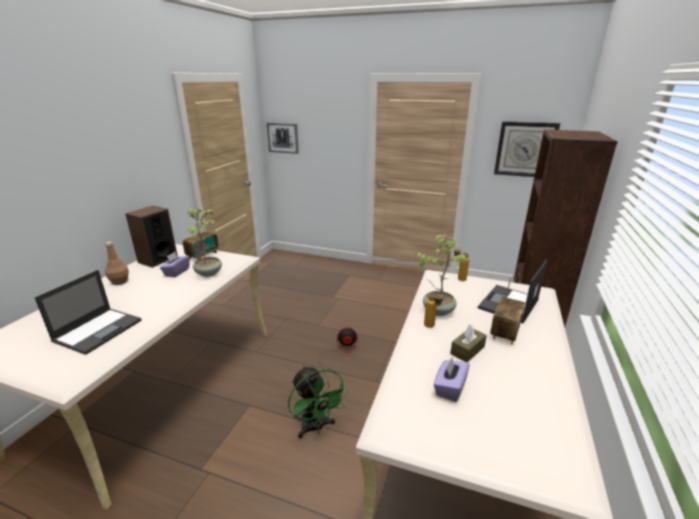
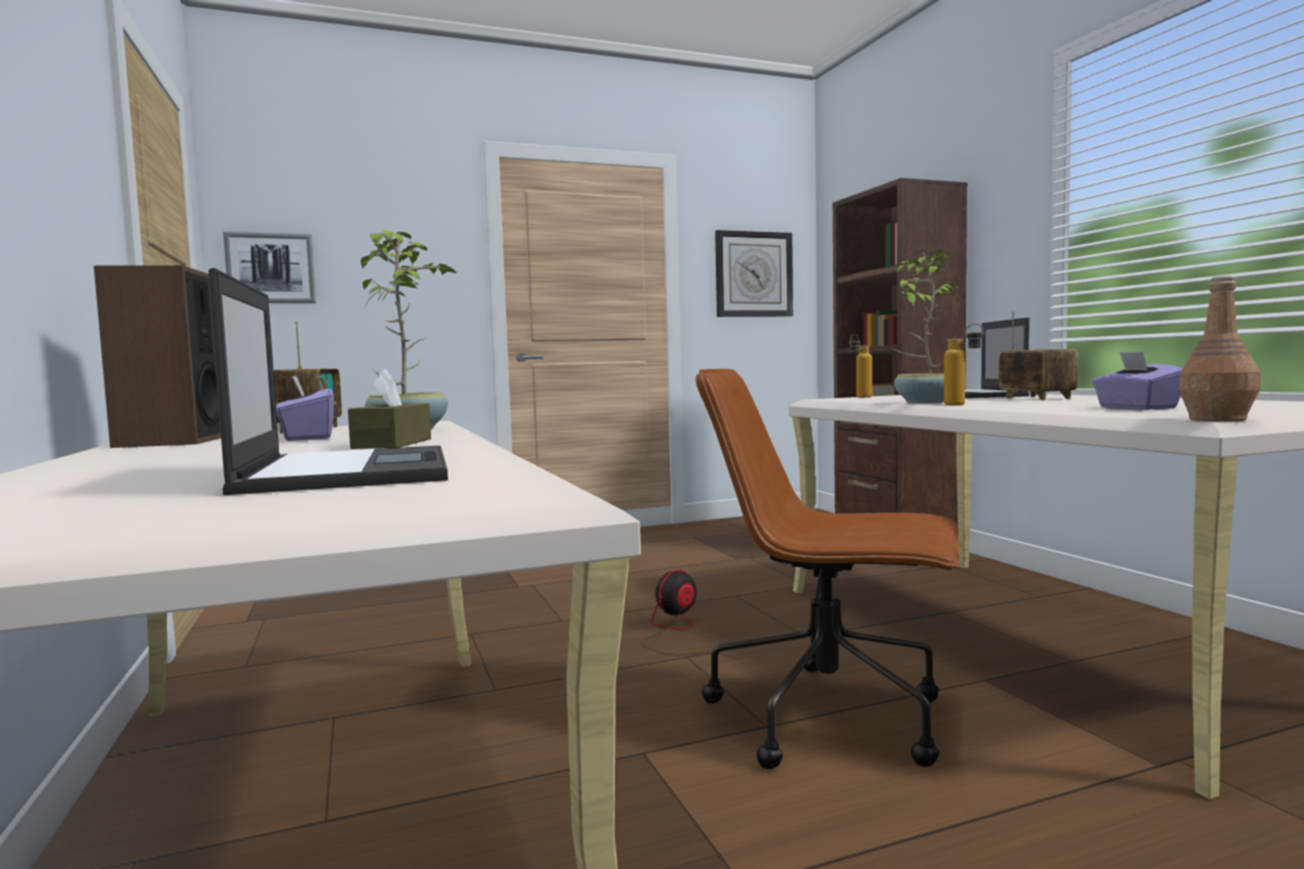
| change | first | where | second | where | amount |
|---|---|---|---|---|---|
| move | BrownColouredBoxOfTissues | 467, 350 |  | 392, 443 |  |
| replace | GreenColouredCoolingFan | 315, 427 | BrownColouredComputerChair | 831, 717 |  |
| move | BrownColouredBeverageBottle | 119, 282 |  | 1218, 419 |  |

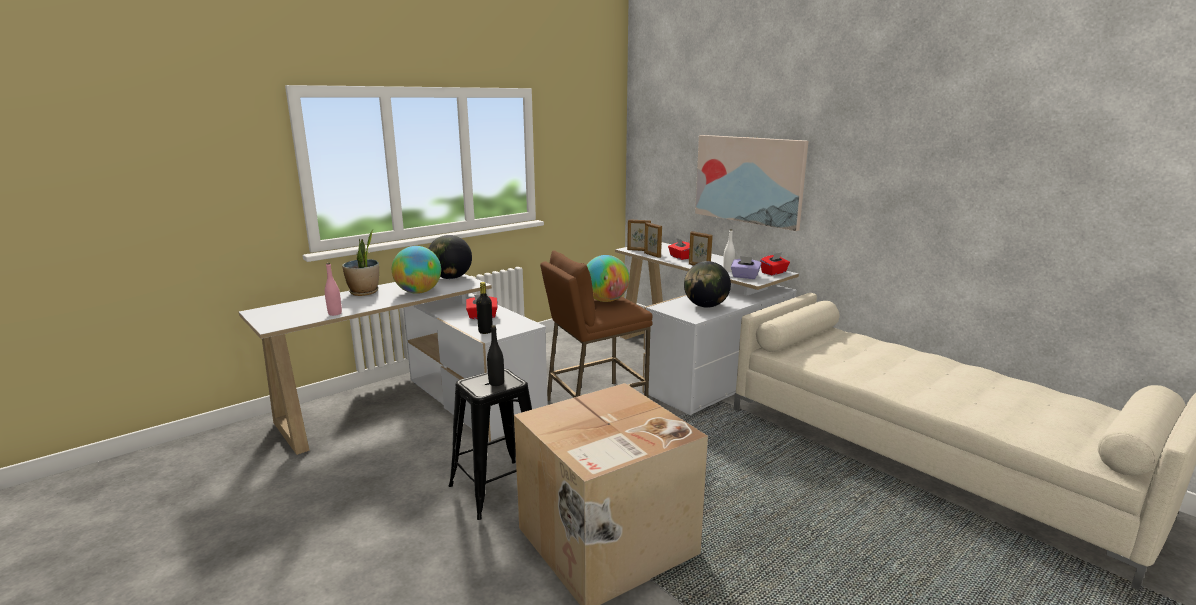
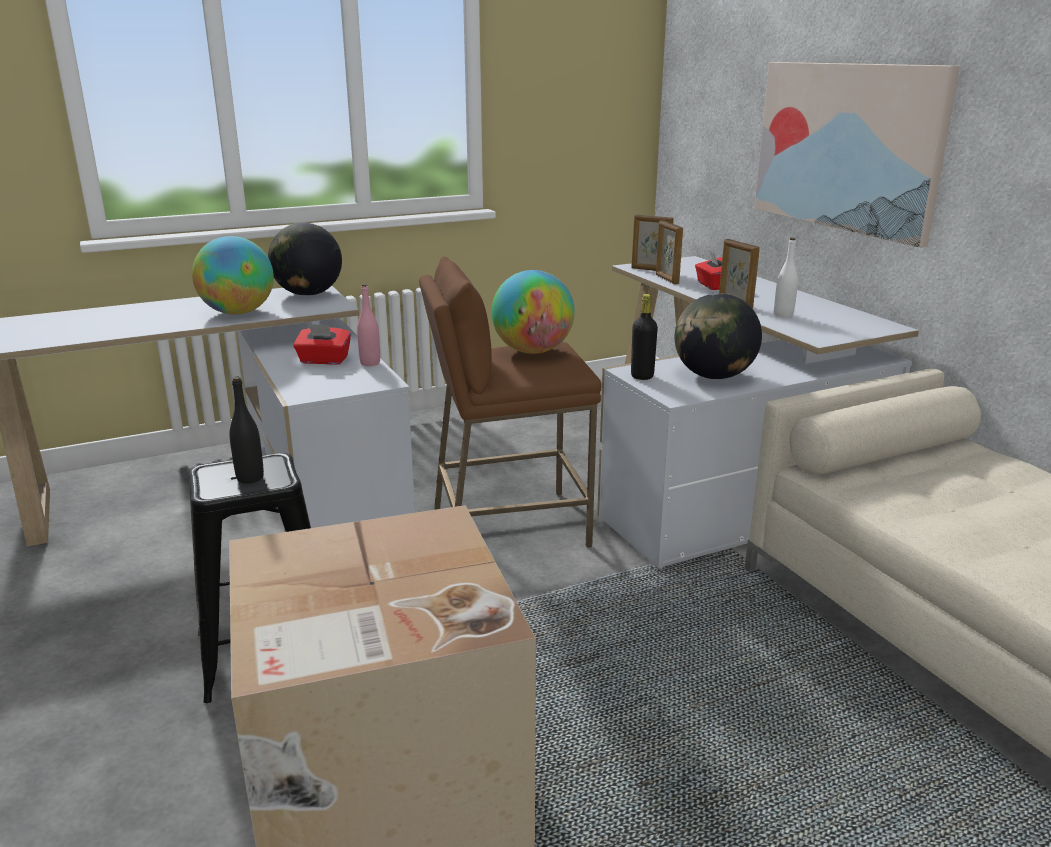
| change | first | where | second | where | amount |
|---|---|---|---|---|---|
| move | PinkBeverageBottle | 335, 313 |  | 370, 363 |  |
| move | BlackBeverageBottle | 485, 331 |  | 642, 376 |  |
| delete | PottedPlant | 364, 292 |  |  |  |
| delete | PurpleBoxOfTissues | 745, 276 |  |  |  |
| delete | ReddishBoxOfTissues | 774, 272 |  |  |  |

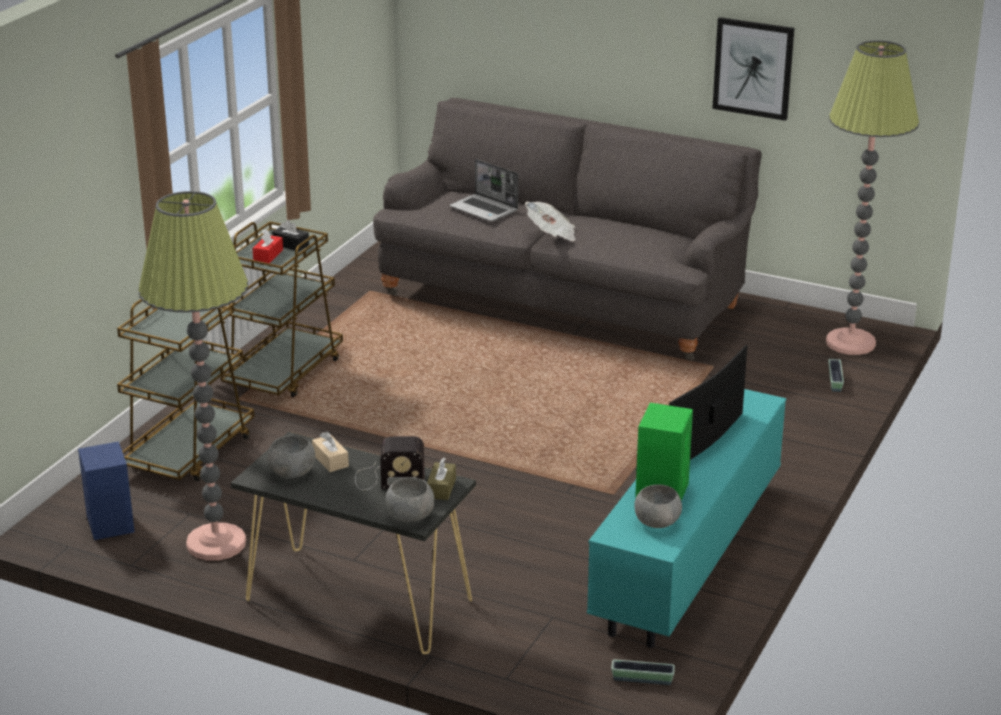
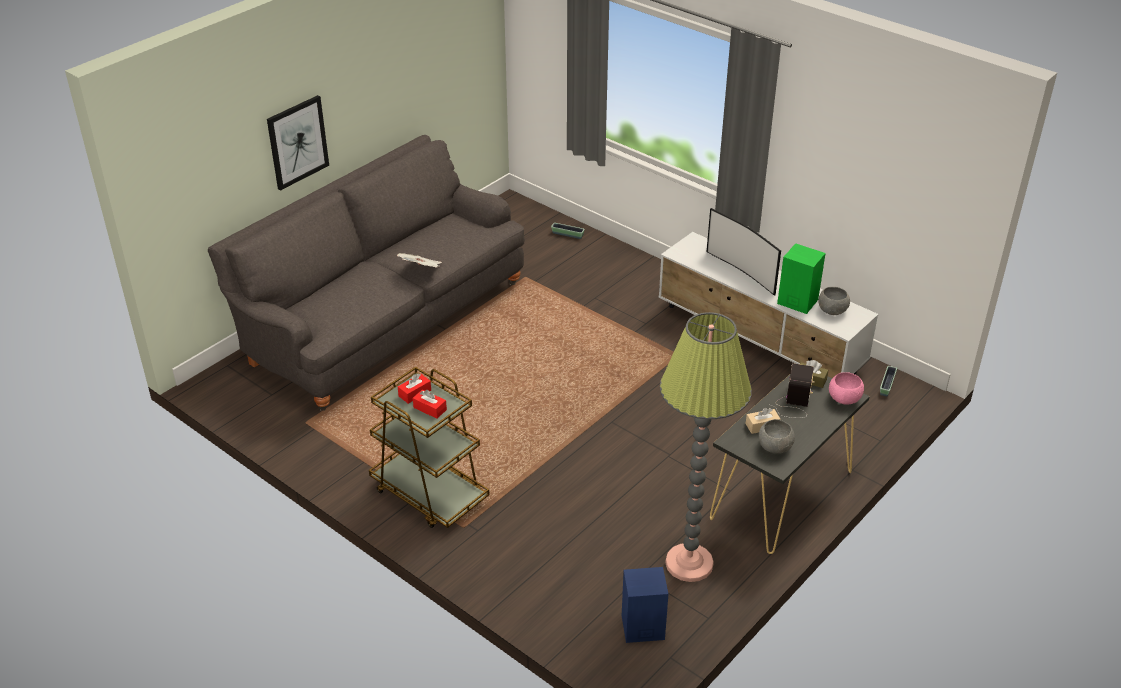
| change | first | where | second | where | amount |
|---|---|---|---|---|---|
| move | WallPicture | 753, 68 |  | 297, 142 |  |
| recolor | BlackBoxOfTissues | 291, 245 | ReddishBoxOfTissues | 415, 393 |  |
| recolor | TurquoiseMediaConsole | 686, 556 | WhiteMediaConsole | 759, 340 |  |
| recolor | GreyBowl | 410, 515 | PinkBowl | 844, 398 |  |
| delete | BrownColouredWheeledCart | 189, 452 |  |  |  |
| delete | NotebookComputer | 485, 209 |  |  |  |
| delete | StandingLamp | 850, 343 |  |  |  |

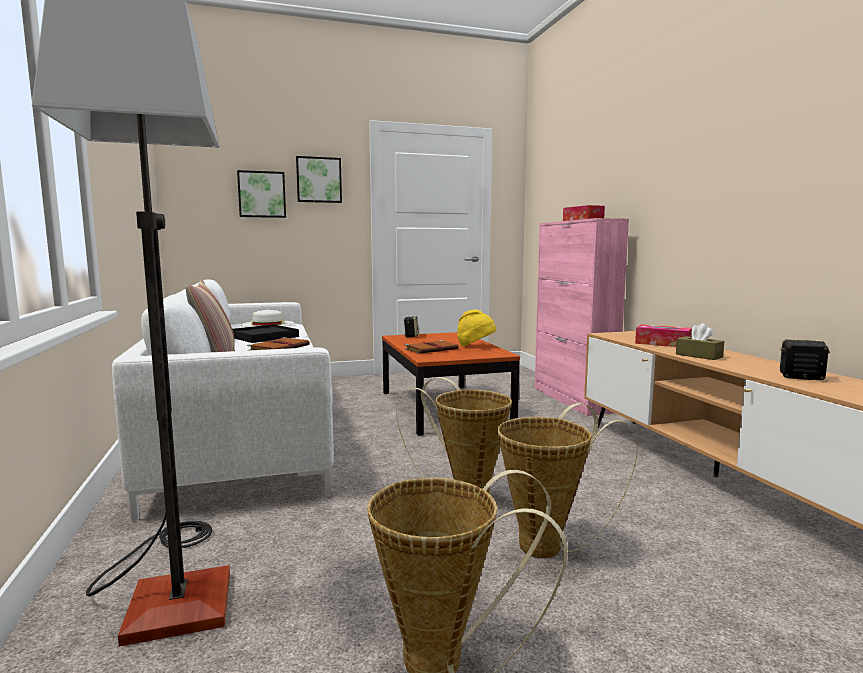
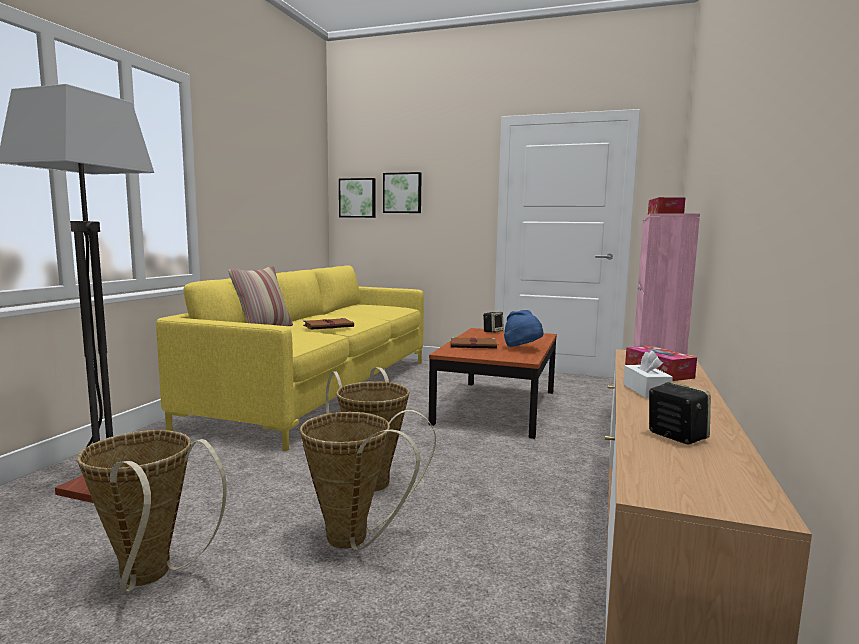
| change | first | where | second | where | amount |
|---|---|---|---|---|---|
| recolor | WhiteCouch | 246, 428 | YellowColouredCouch | 322, 390 |  |
| move | WallPicture | 319, 180 |  | 358, 198 |  |
| recolor | YellowColouredWearableHat | 475, 346 | BluishWearableHat | 522, 348 |  |
| recolor | BrownColouredBoxOfTissues | 699, 356 | WhiteBoxOfTissues | 646, 391 |  |
| delete | BlackCarryingTray | 263, 337 |  |  |  |
| delete | WhiteWearableHat | 267, 324 |  |  |  |

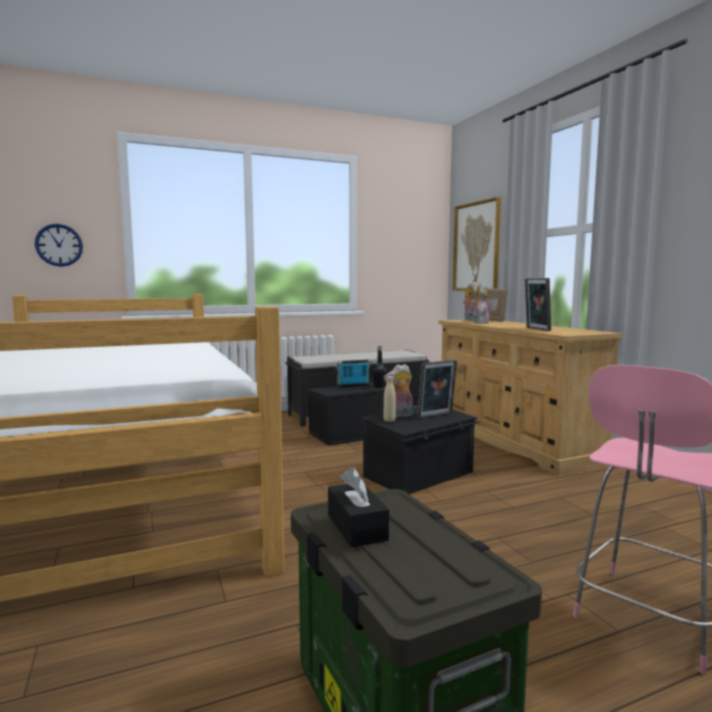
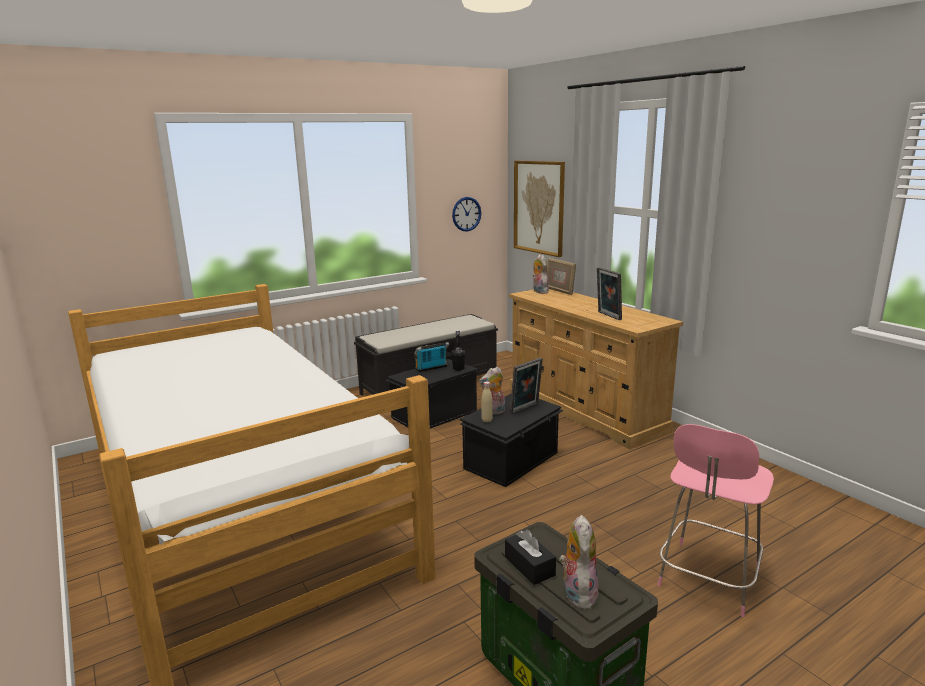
| change | first | where | second | where | amount |
|---|---|---|---|---|---|
| move | ClockOnTheWall | 59, 245 |  | 466, 214 |  |
| move | CuddlyToy | 479, 323 |  | 577, 592 |  |

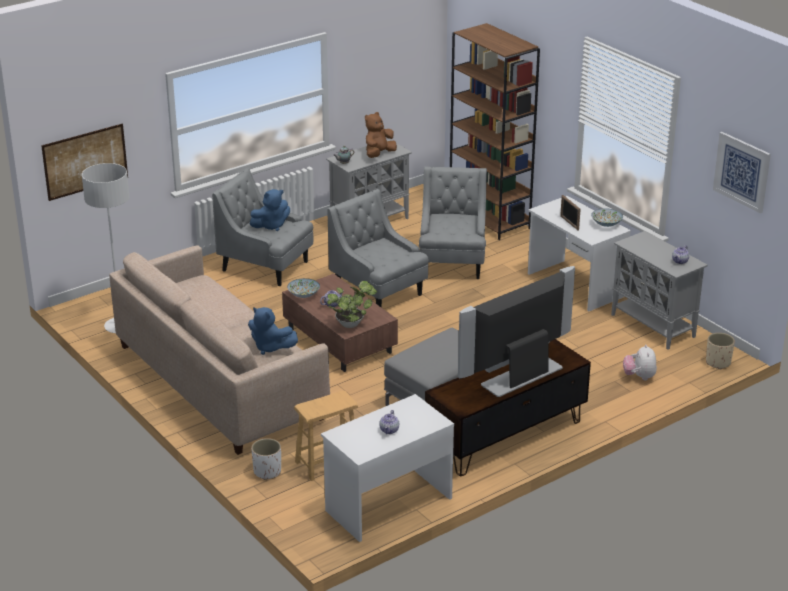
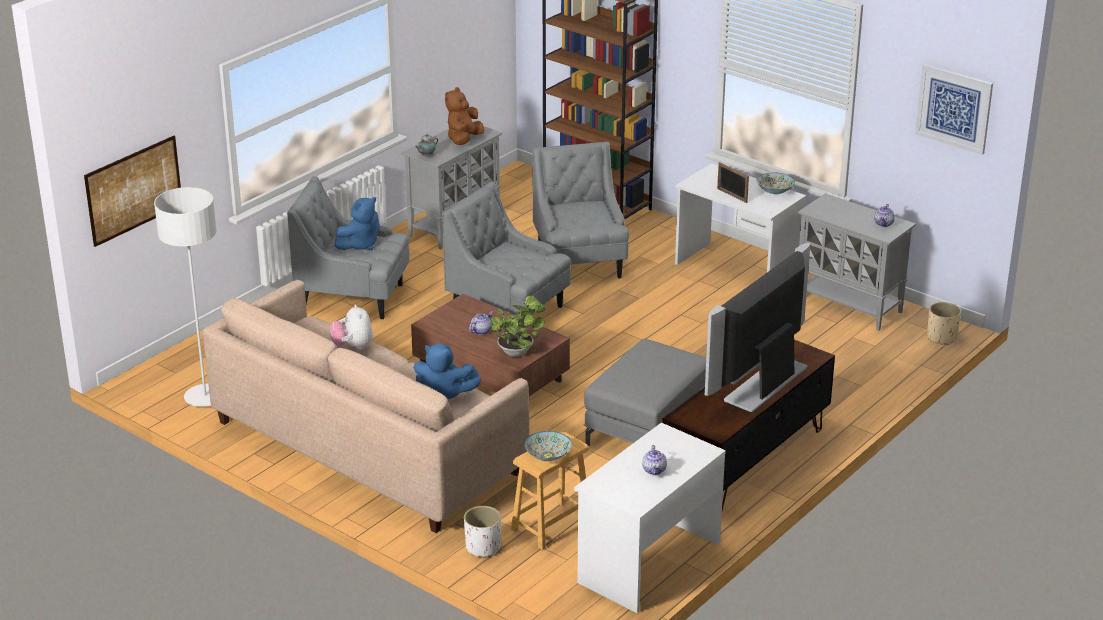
| change | first | where | second | where | amount |
|---|---|---|---|---|---|
| move | CuddlyToy | 639, 377 |  | 353, 346 |  |
| move | Bowl | 303, 295 |  | 547, 456 |  |

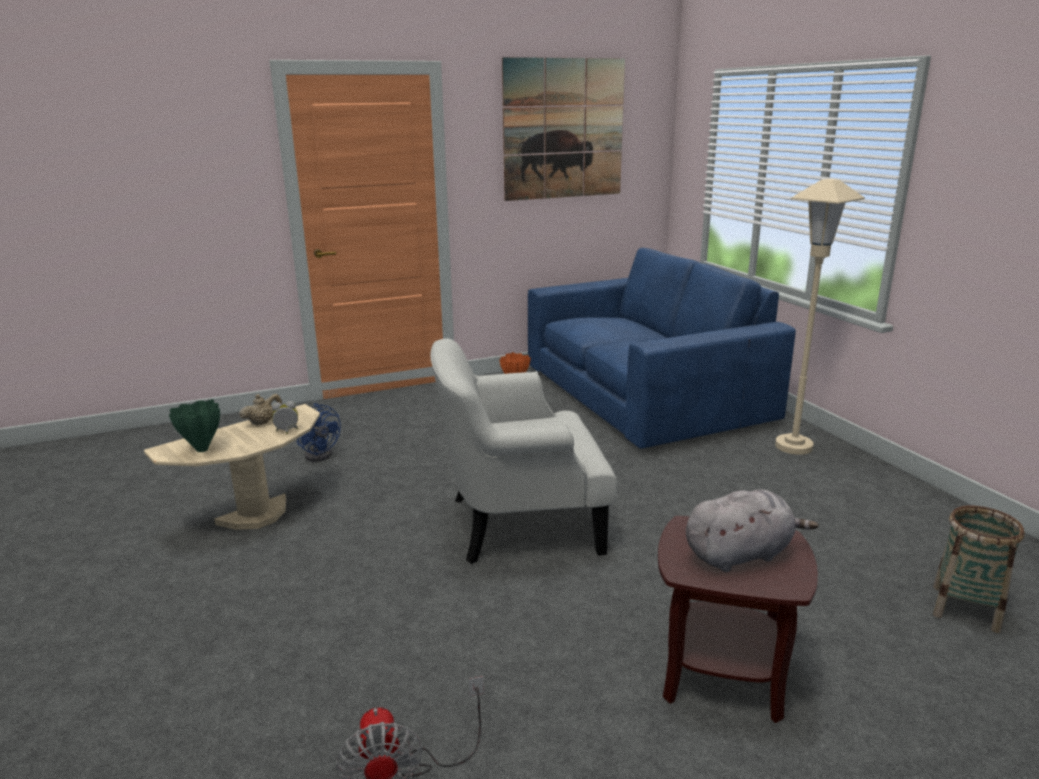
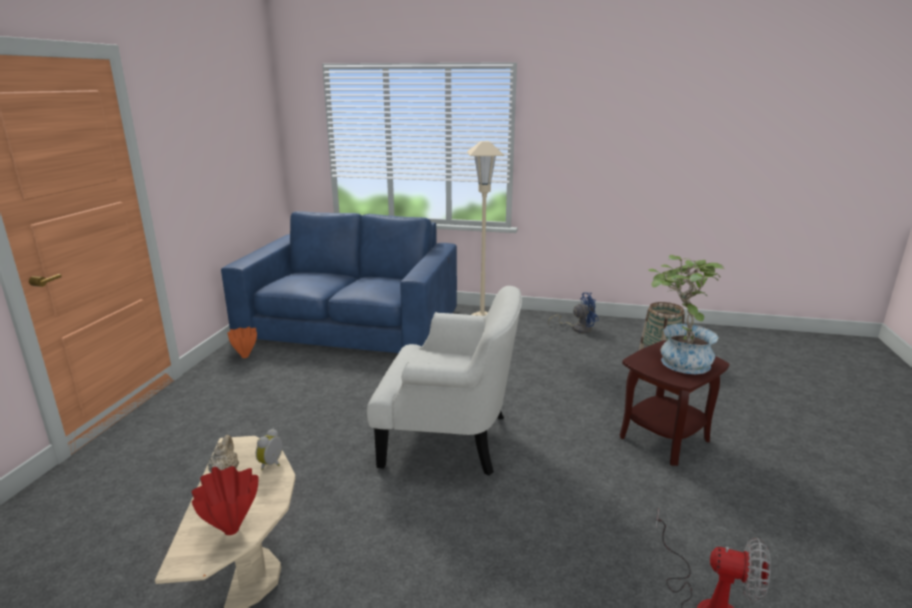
| change | first | where | second | where | amount |
|---|---|---|---|---|---|
| recolor | GreenColouredVase | 201, 450 | ReddishVase | 232, 531 |  |
| rotate | WhiteArmchair | 519, 522 |  | 449, 438 | 105 degrees counterclockwise |
| move | BluishCoolingFan | 320, 453 |  | 577, 328 |  |
| replace | GreyCuddlyToy | 740, 554 | PottedPlant | 677, 361 |  |
| delete | WallPicture | 563, 129 |  |  |  |

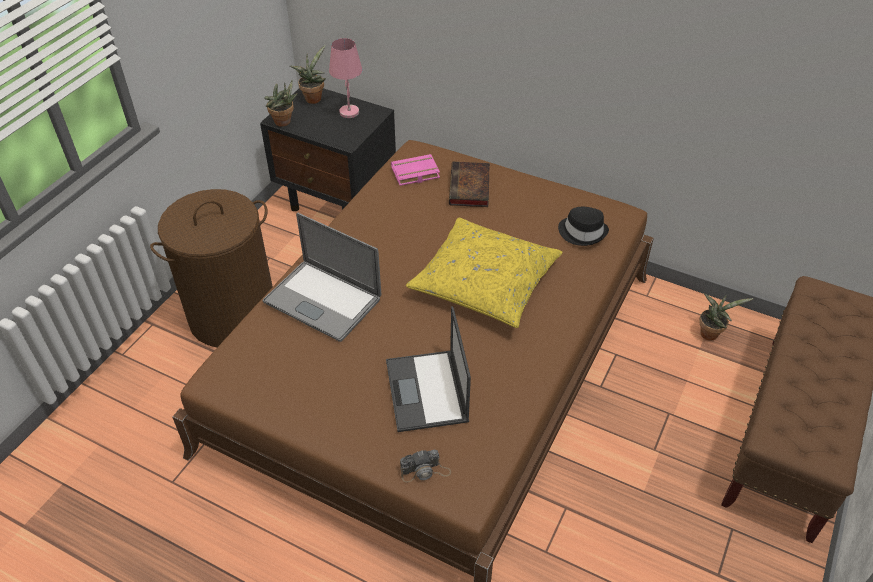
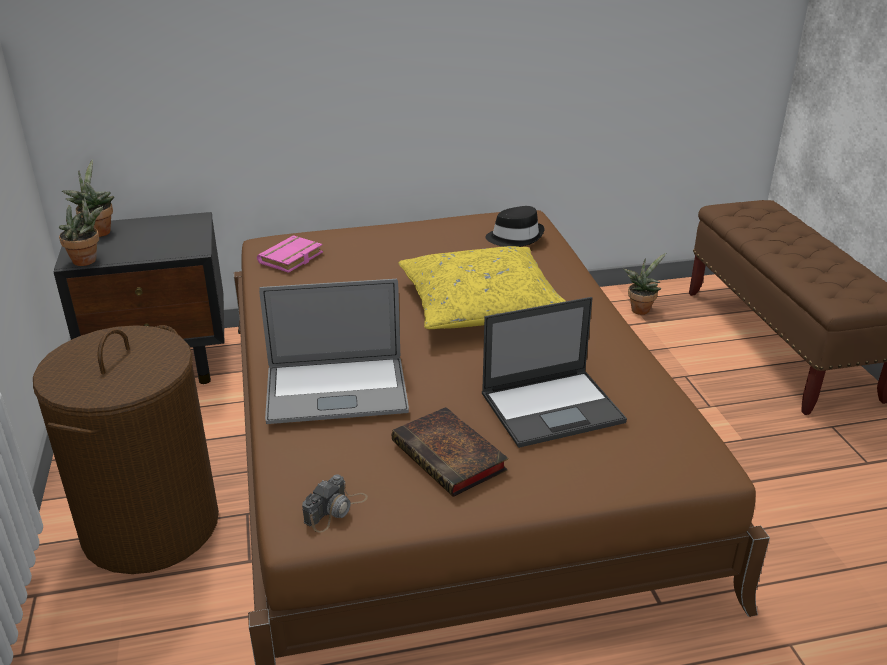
| change | first | where | second | where | amount |
|---|---|---|---|---|---|
| move | StillCamera | 425, 471 |  | 336, 509 |  |
| move | BoundBook | 470, 188 |  | 451, 457 |  |
| rotate | NotebookComputer | 427, 392 |  | 553, 407 | 60 degrees counterclockwise |
| delete | PinkLampForATable | 349, 112 |  |  |  |

